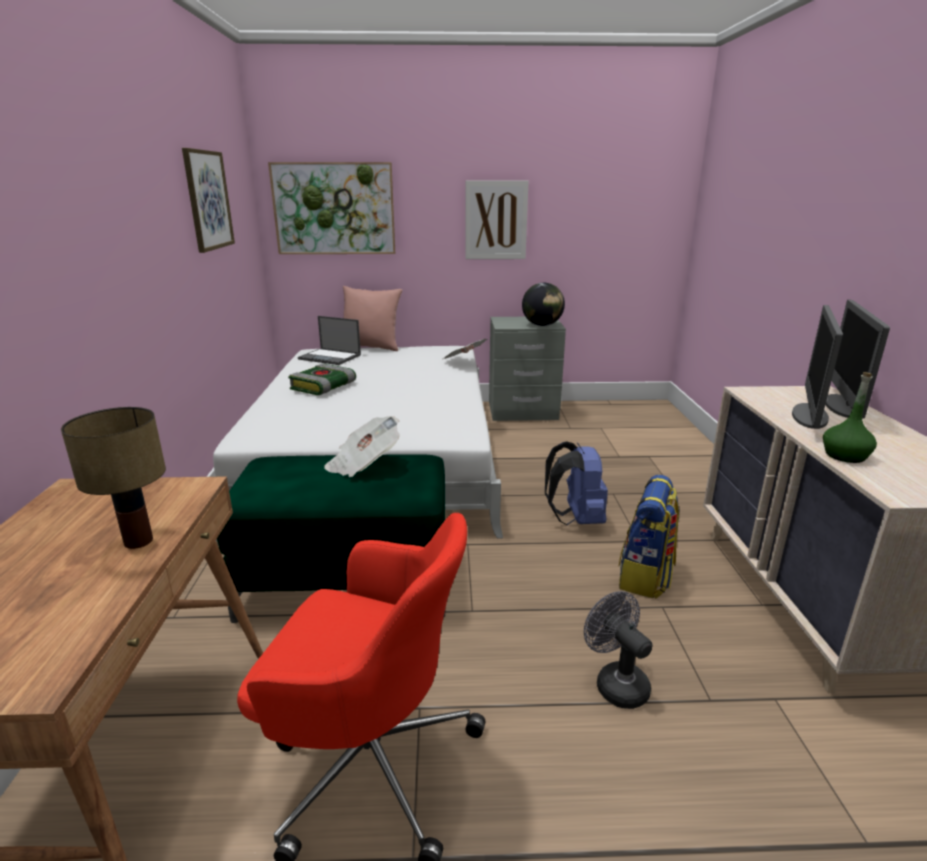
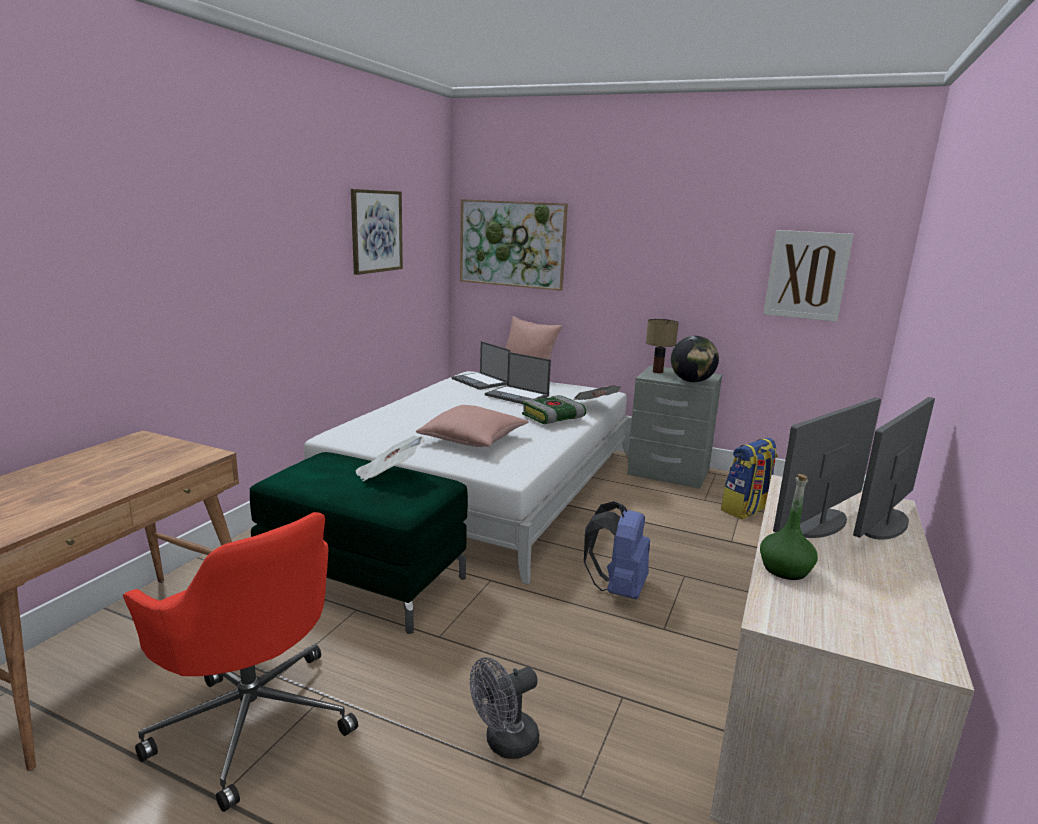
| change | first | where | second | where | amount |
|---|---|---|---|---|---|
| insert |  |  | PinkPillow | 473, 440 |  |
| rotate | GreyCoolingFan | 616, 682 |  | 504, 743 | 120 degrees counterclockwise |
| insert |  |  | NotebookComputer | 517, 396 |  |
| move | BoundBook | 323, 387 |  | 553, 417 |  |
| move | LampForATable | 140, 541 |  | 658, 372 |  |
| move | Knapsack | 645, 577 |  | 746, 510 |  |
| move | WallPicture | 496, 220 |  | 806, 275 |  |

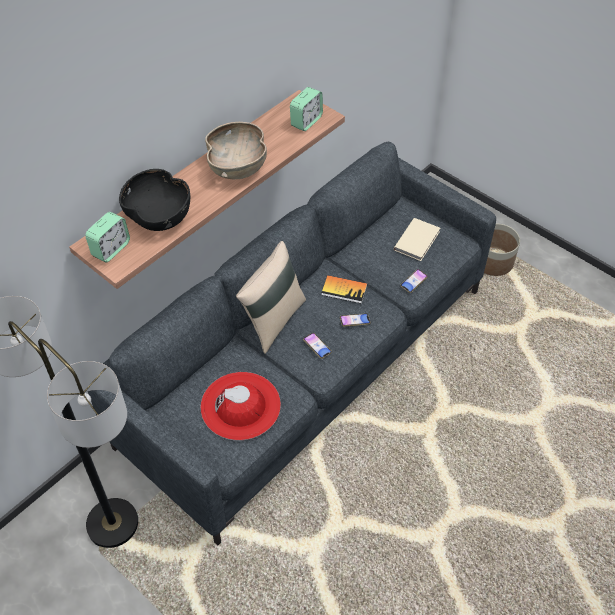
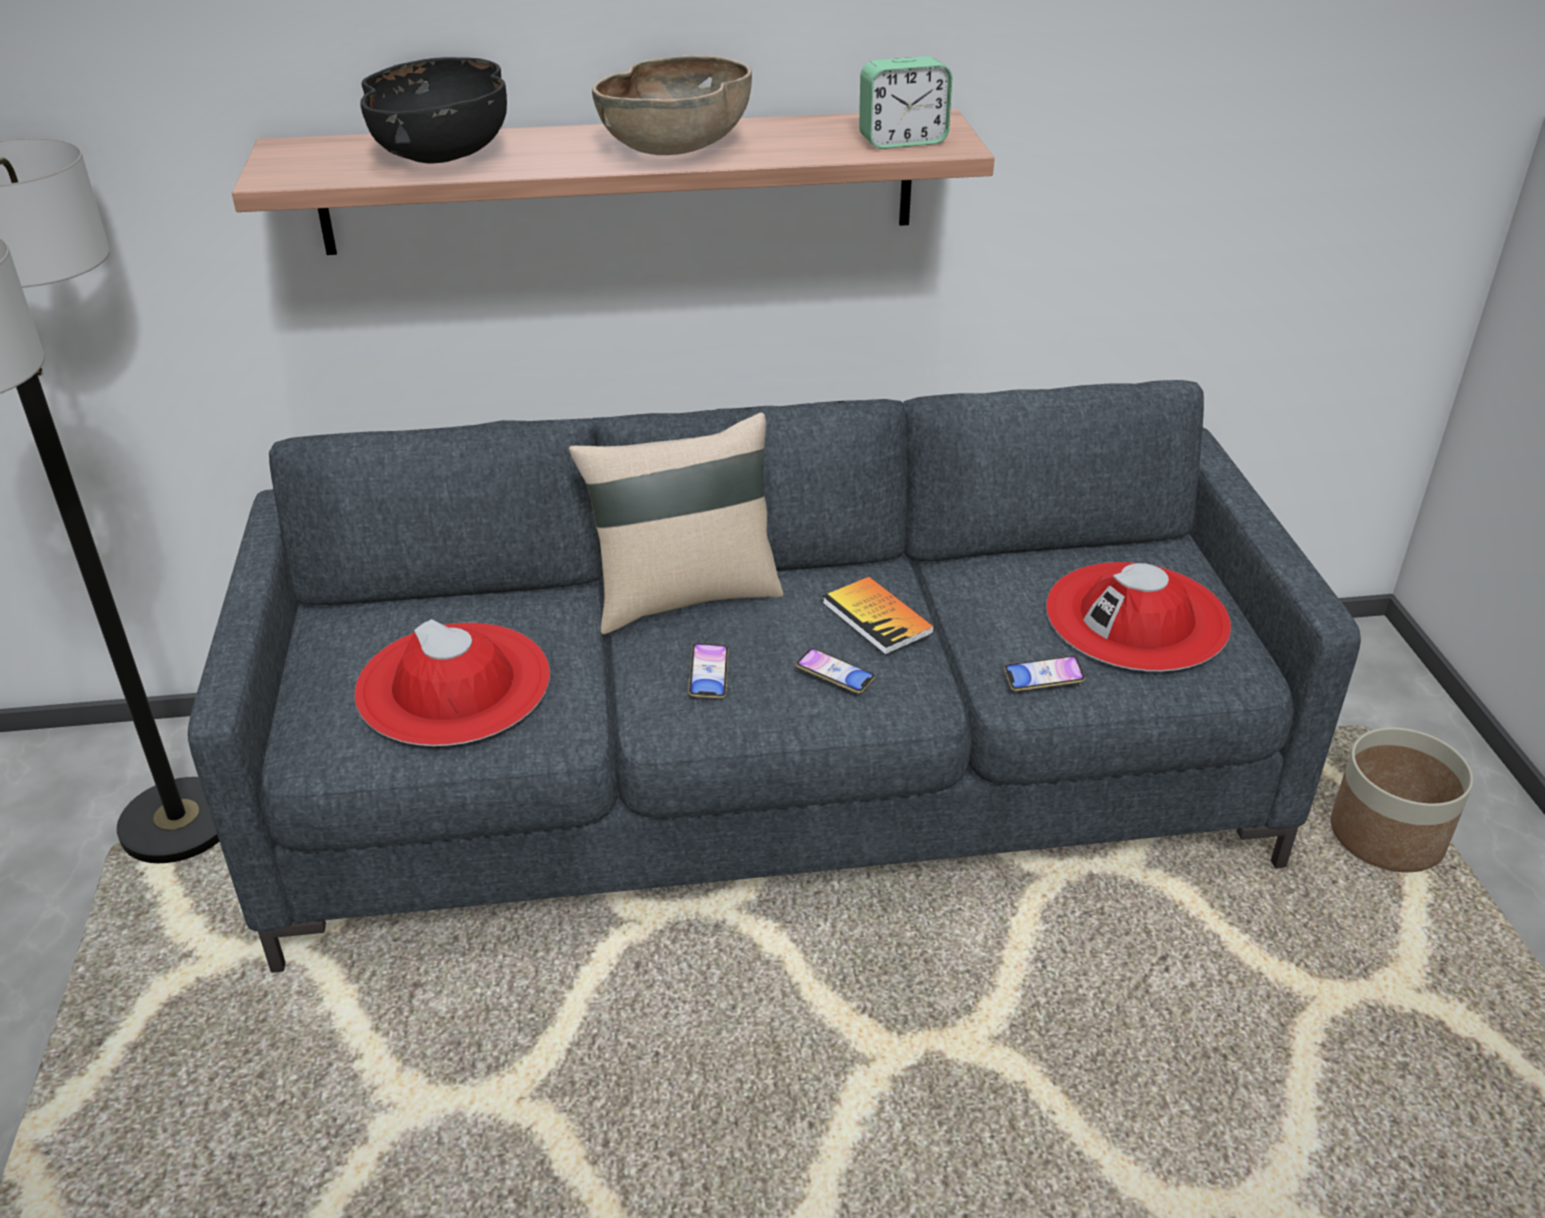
| change | first | where | second | where | amount |
|---|---|---|---|---|---|
| replace | SandColouredBoundBook | 418, 240 | ReddishWearableHat | 1137, 617 |  |
| delete | AlarmClock | 111, 249 |  |  |  |

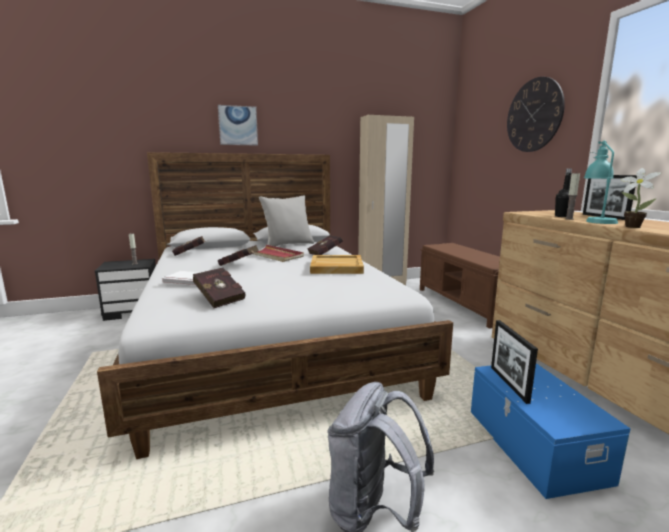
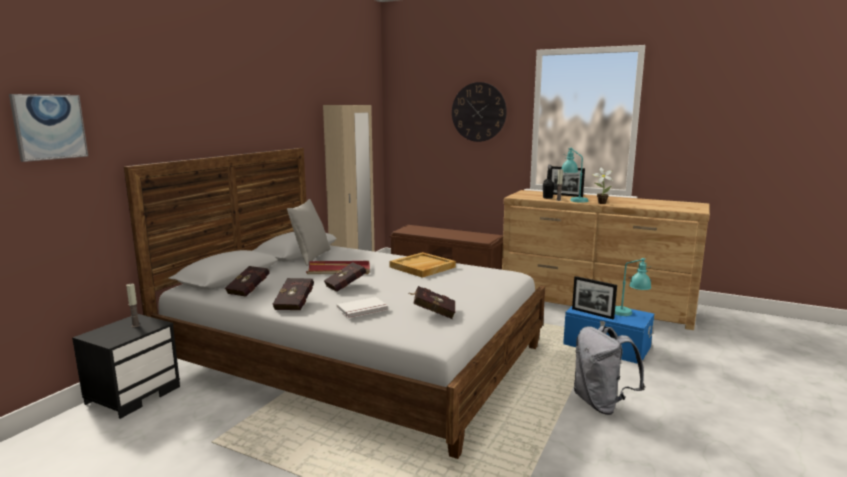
| change | first | where | second | where | amount |
|---|---|---|---|---|---|
| move | WallPicture | 238, 125 |  | 49, 127 |  |
| move | ReddishBoundBook | 326, 253 |  | 296, 304 |  |
| insert |  |  | TurquoiseLampForATable | 629, 315 |  |

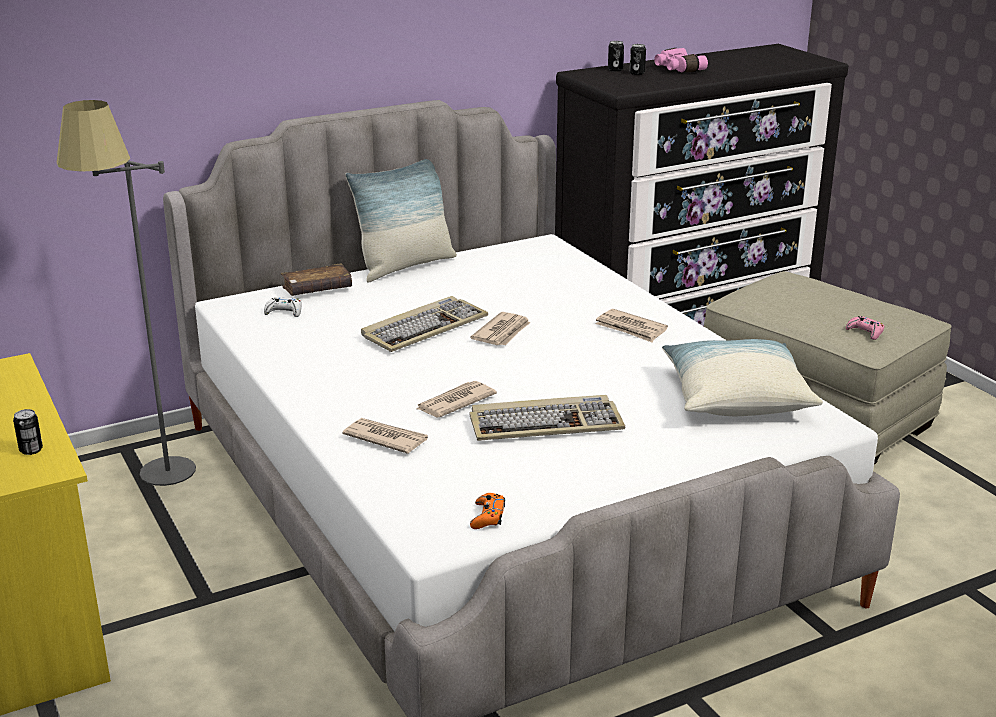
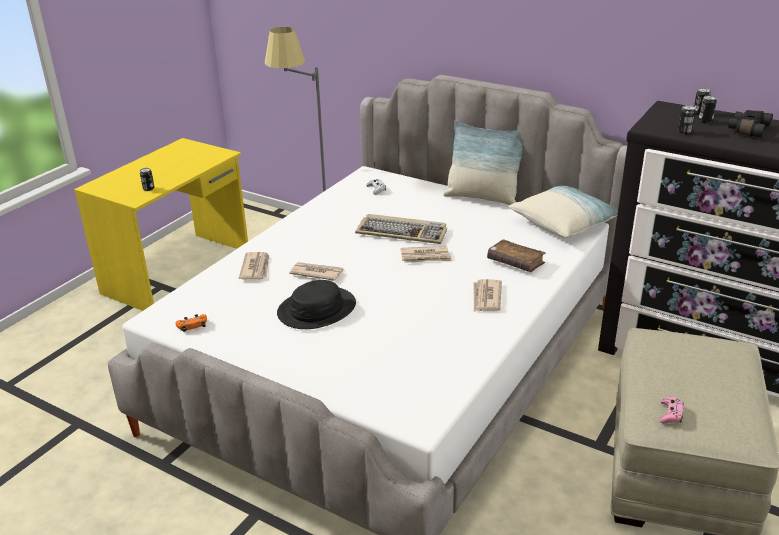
| change | first | where | second | where | amount |
|---|---|---|---|---|---|
| replace | ComputerKeyboard | 546, 423 | BlackWearableHat | 317, 309 |  |
| move | BrownColouredBoundBook | 317, 289 |  | 515, 262 |  |
| move | Pillow | 735, 397 |  | 564, 223 |  |
| insert |  |  | SealedCan | 684, 132 |  |
| recolor | PinkFieldGlasses | 677, 69 | BlackFieldGlasses | 747, 130 |  |

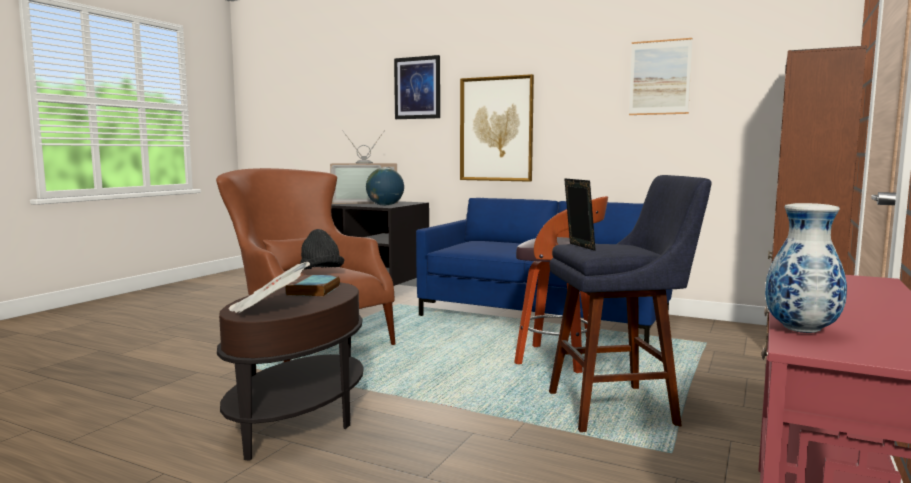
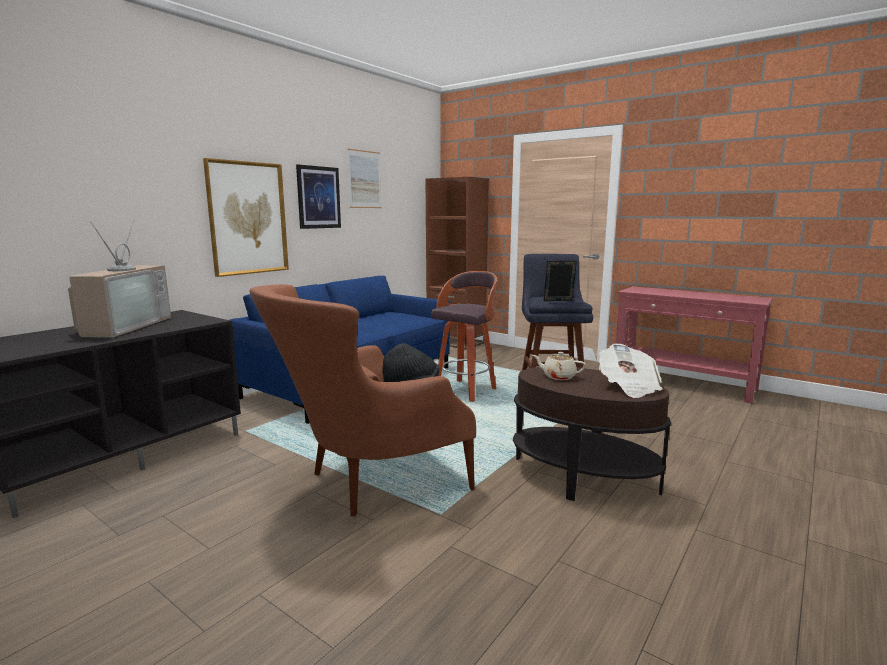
| change | first | where | second | where | amount |
|---|---|---|---|---|---|
| move | WallPicture | 417, 88 |  | 318, 197 |  |
| replace | BoundBook | 314, 290 | SandColouredTeapot | 558, 377 |  |
| delete | Globe | 385, 205 |  |  |  |
| delete | Vase | 799, 330 |  |  |  |

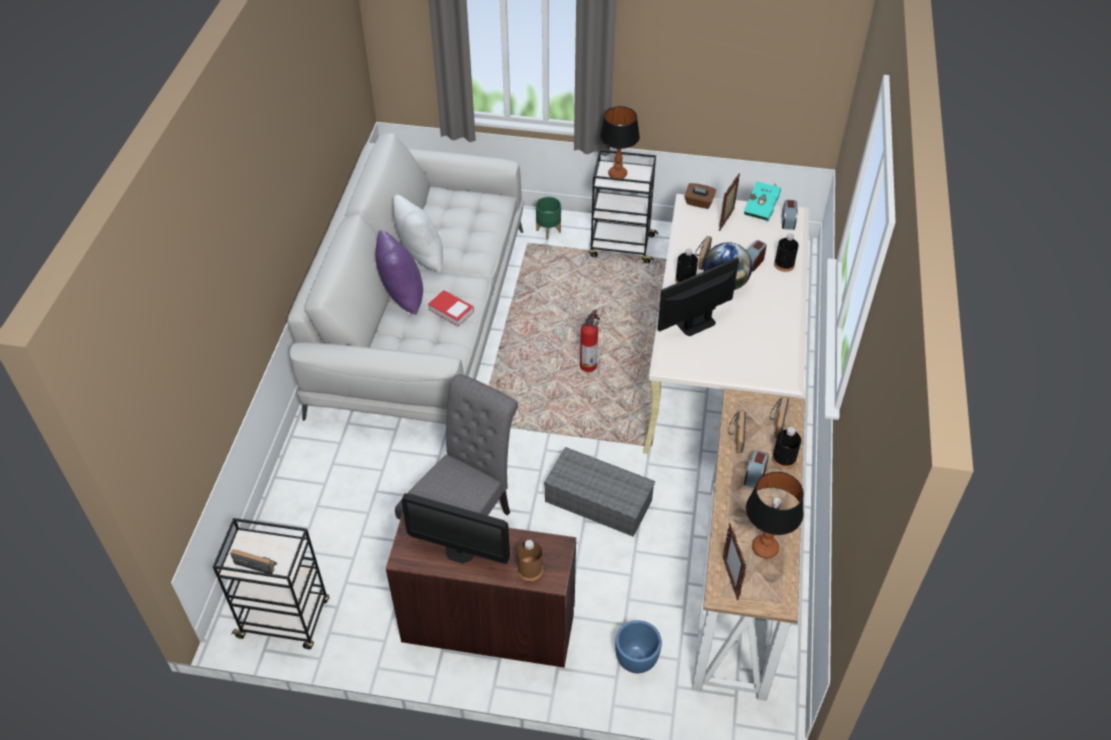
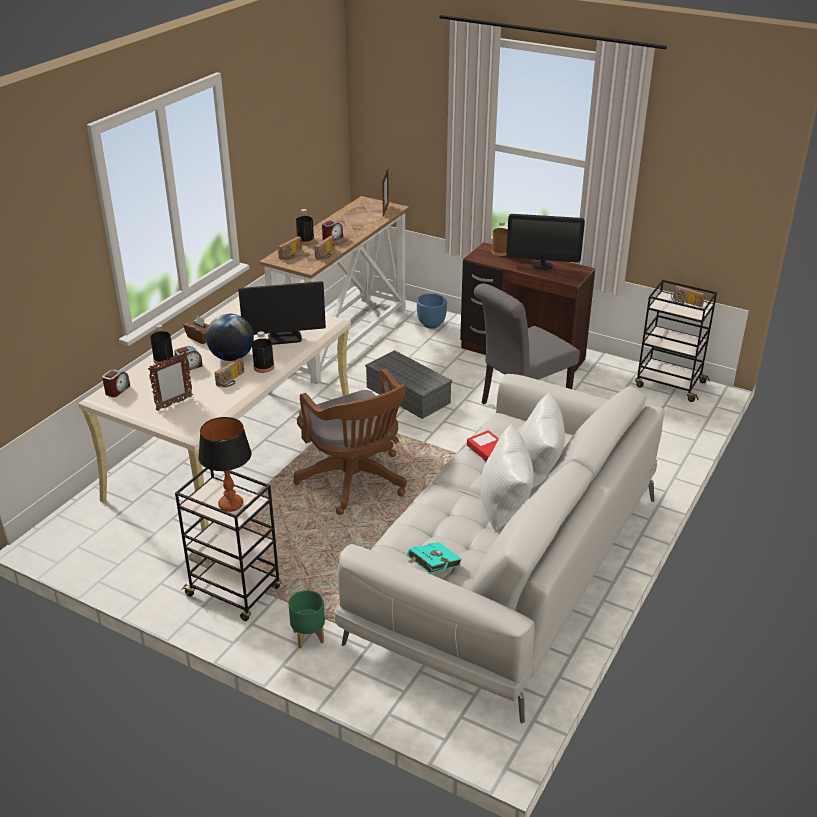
| change | first | where | second | where | amount |
|---|---|---|---|---|---|
| move | BrownColouredBoxOfTissues | 699, 203 |  | 200, 338 |  |
| replace | FireExtinguisher | 589, 365 | BrownColouredComputerChair | 355, 482 |  |
| move | TurquoiseBoundBook | 762, 208 |  | 431, 568 |  |
| rotate | ComputerScreen | 460, 551 |  | 542, 265 | 150 degrees clockwise |
| recolor | PurplePillow | 401, 298 | WhitePillow | 538, 475 |  |
| delete | LampForATable | 765, 548 |  |  |  |

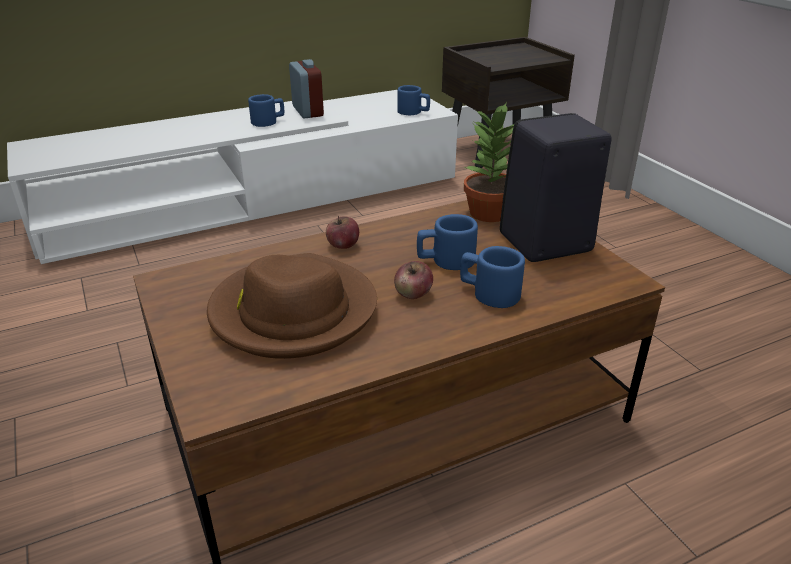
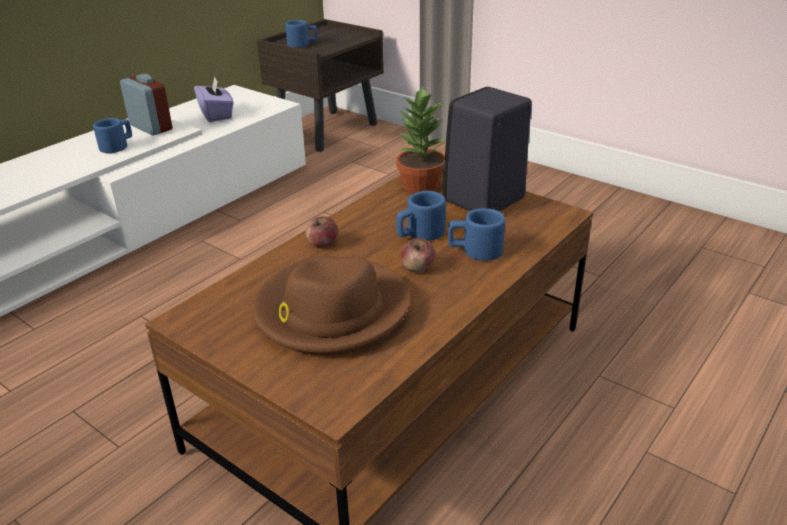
| change | first | where | second | where | amount |
|---|---|---|---|---|---|
| insert |  |  | PurpleBoxOfTissues | 216, 114 |  |
| move | BluishCoffeeMug | 413, 112 |  | 302, 44 |  |

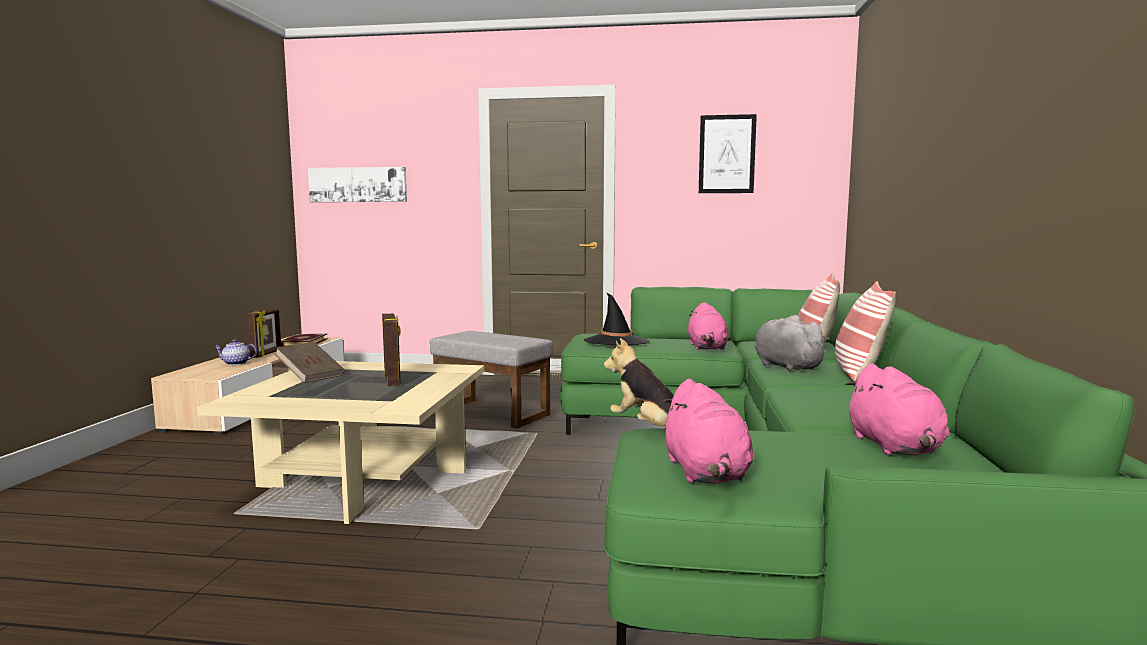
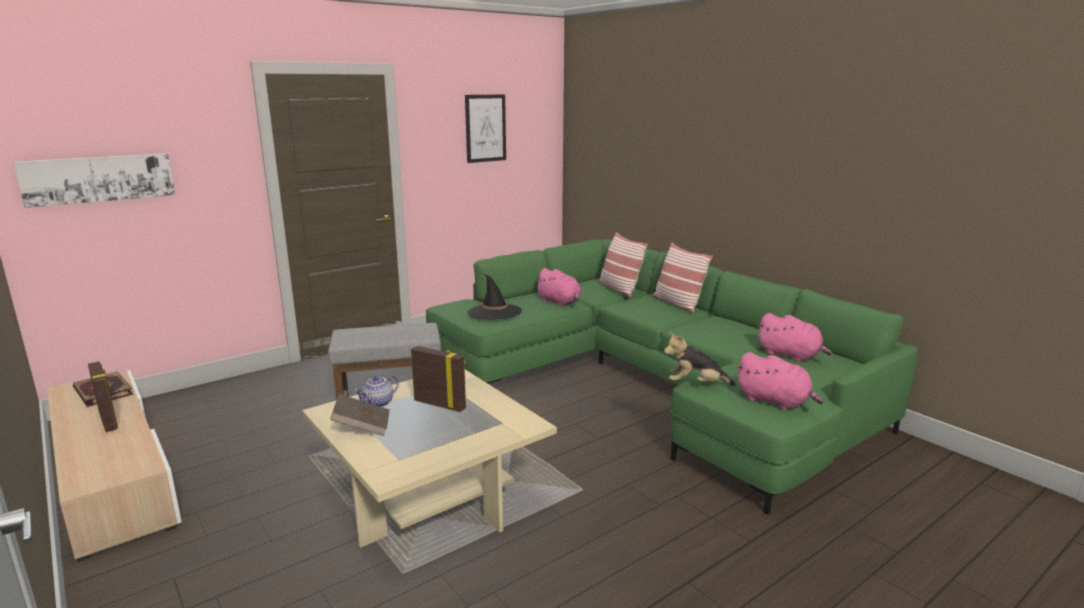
| change | first | where | second | where | amount |
|---|---|---|---|---|---|
| move | Teapot | 235, 363 |  | 378, 403 |  |
| delete | GreyCuddlyToy | 785, 366 |  |  |  |

